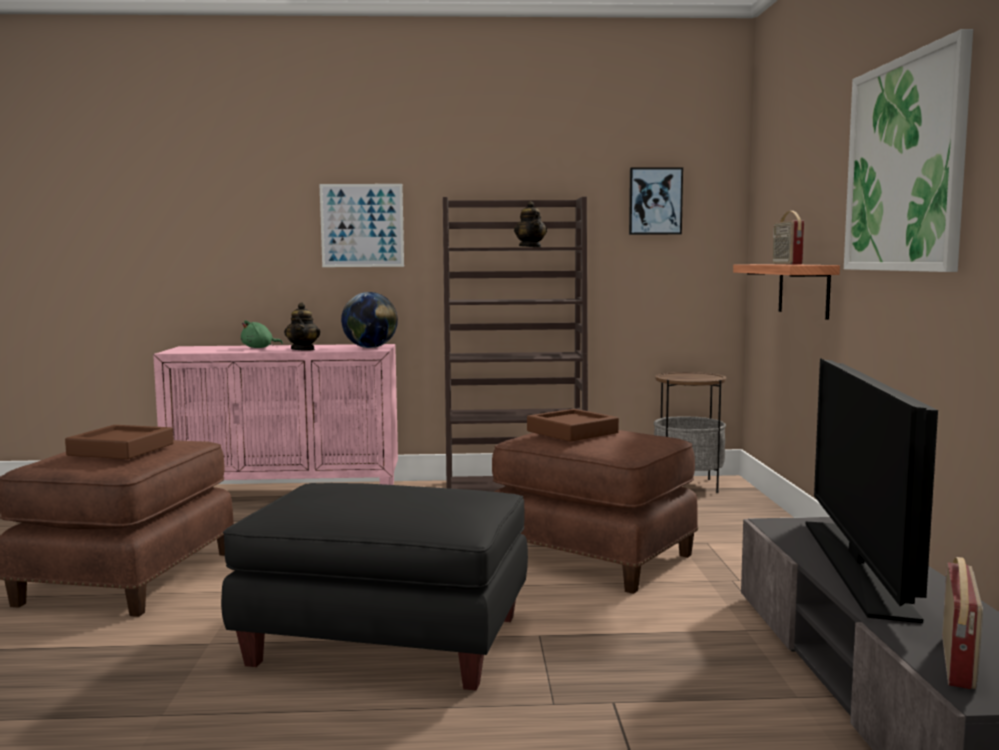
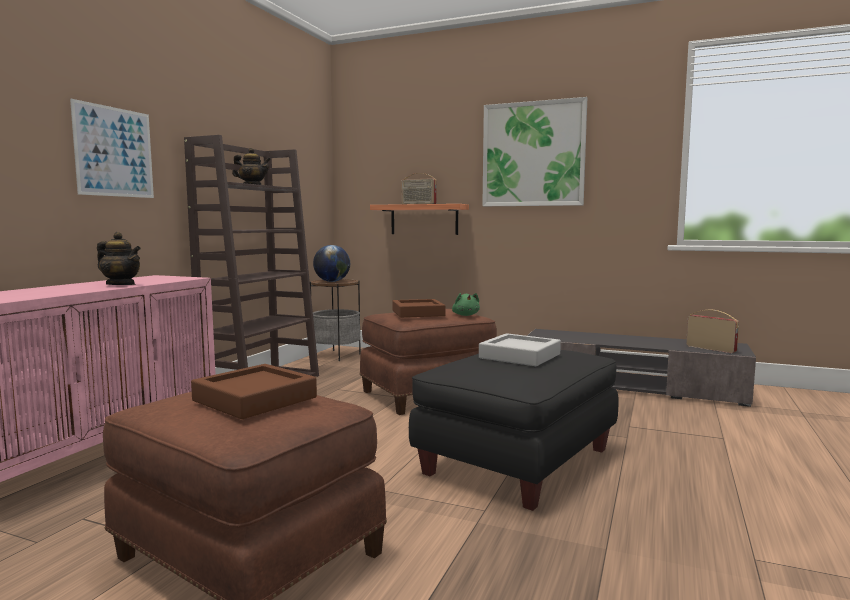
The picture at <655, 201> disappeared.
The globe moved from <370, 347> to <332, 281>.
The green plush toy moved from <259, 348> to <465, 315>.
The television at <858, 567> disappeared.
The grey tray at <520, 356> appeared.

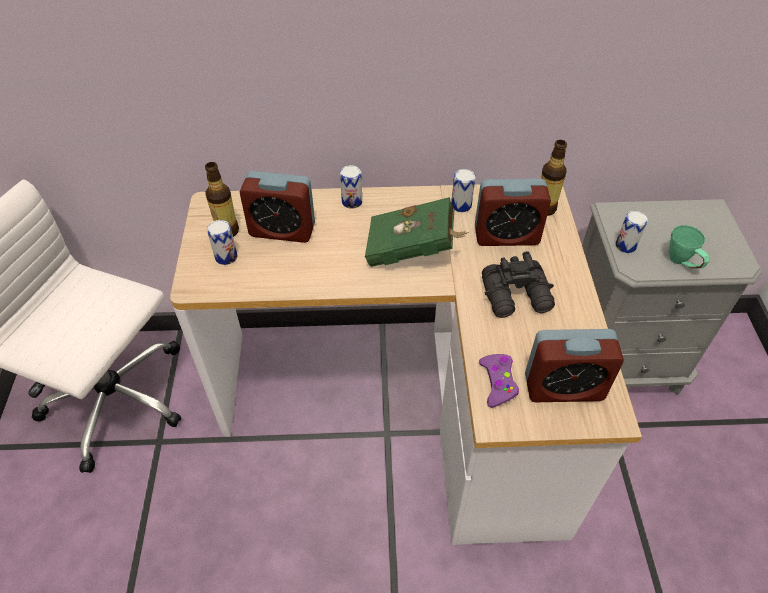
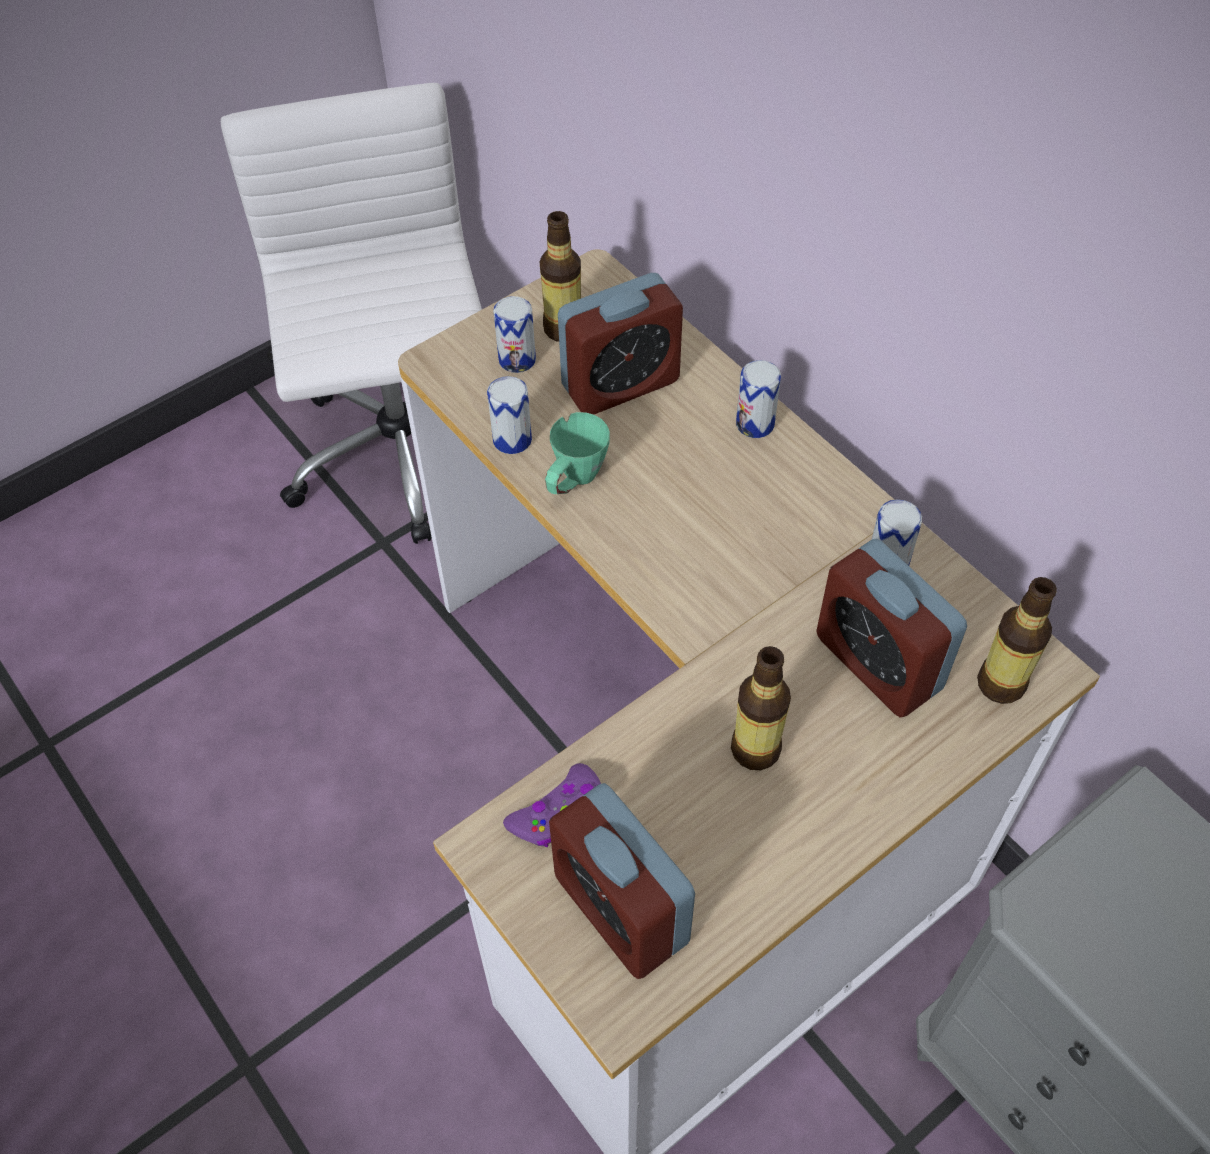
The alarm clock at <282, 230> turned 90 degrees counterclockwise.
The green book at <413, 251> disappeared.
The can moved from <625, 245> to <512, 439>.
The green mug moved from <682, 263> to <574, 483>.
The black binoculars at <517, 297> was replaced by the bottle at <755, 749>.

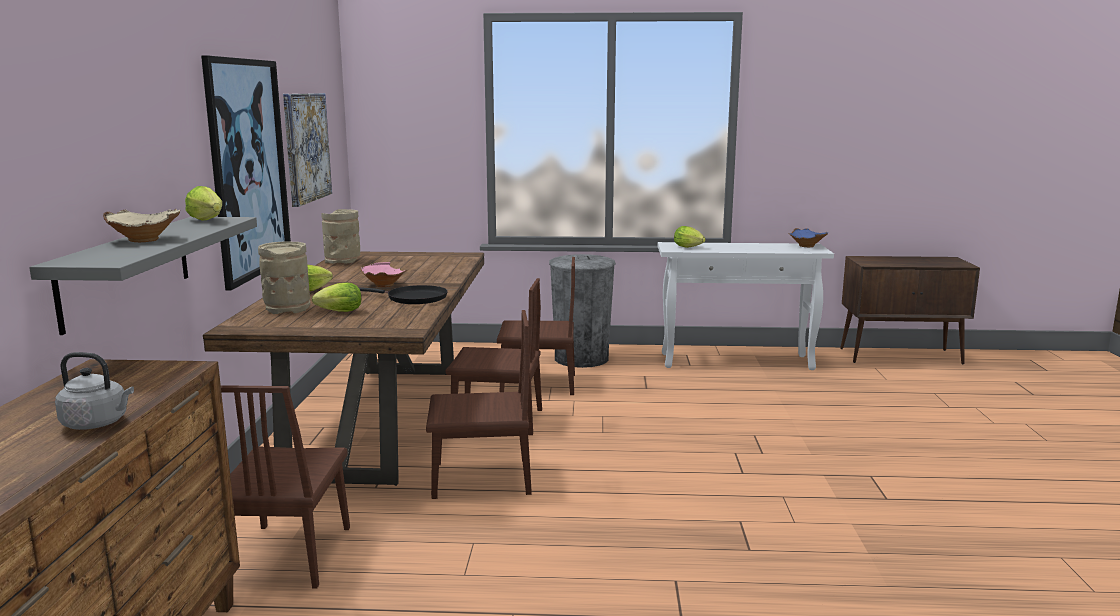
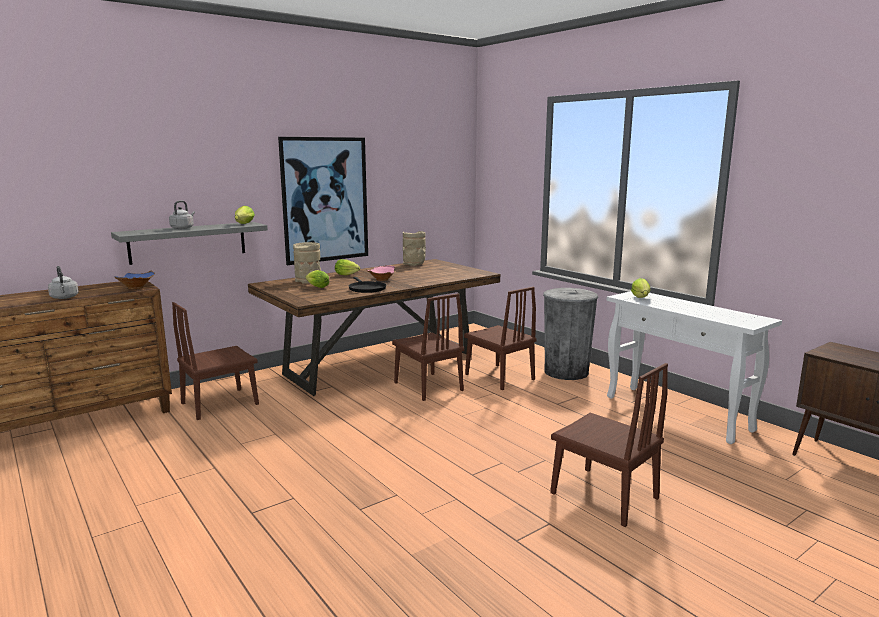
The picture at <306, 147> disappeared.
The beige bowl at <144, 239> was replaced by the grey kettle at <183, 228>.
The blue bowl moved from <807, 246> to <137, 288>.
The brown chair moved from <481, 478> to <603, 495>.

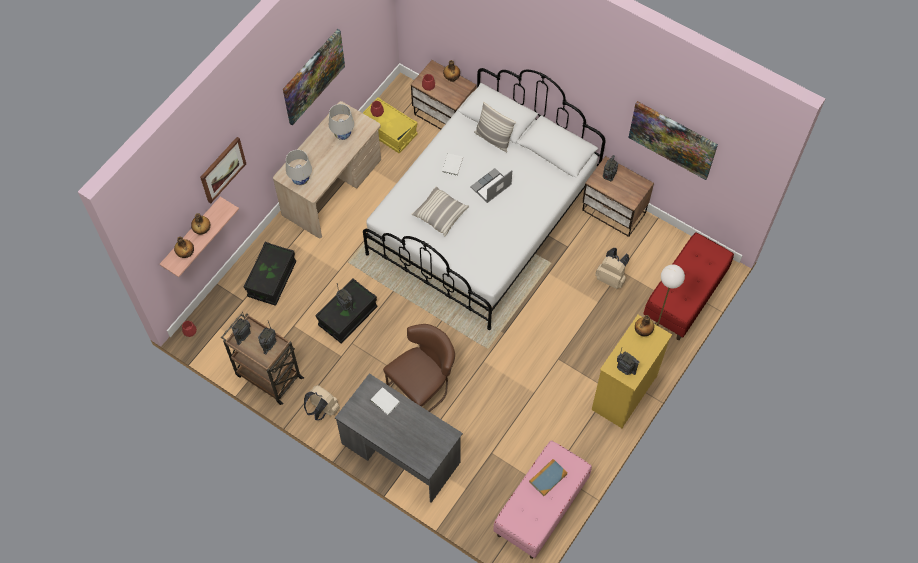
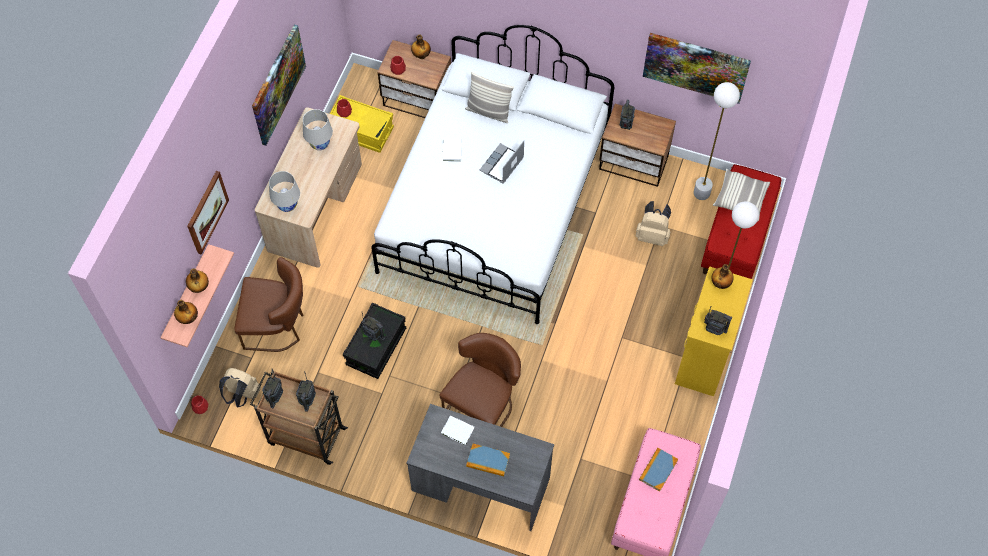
The pillow moved from <440, 214> to <740, 199>.
The black storage box at <272, 279> was replaced by the brown chair at <277, 326>.
The beige backpack moved from <322, 409> to <242, 395>.
The white floor lamp at <701, 193> appeared.
The book at <488, 461> appeared.

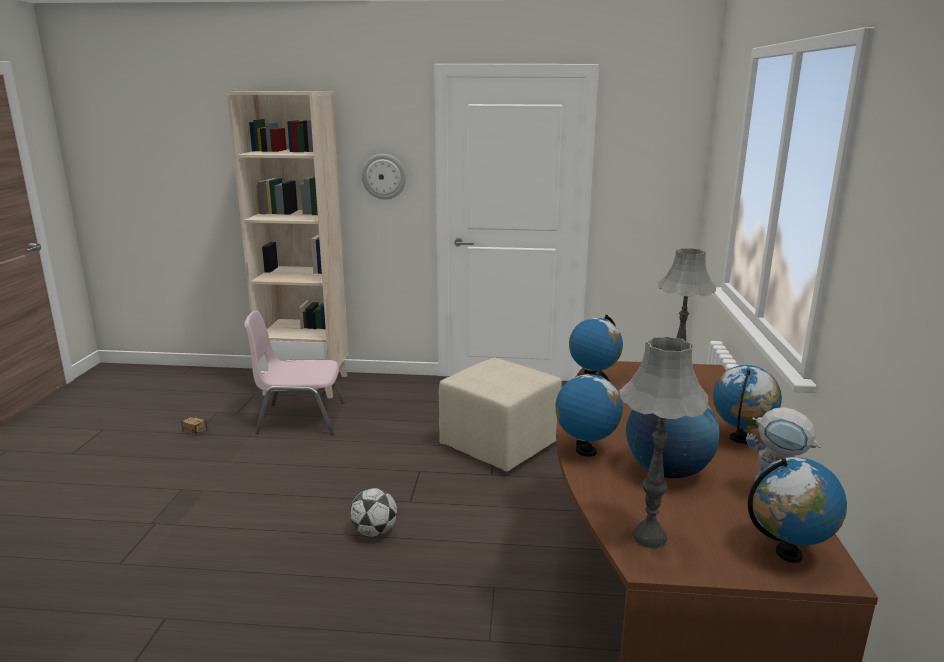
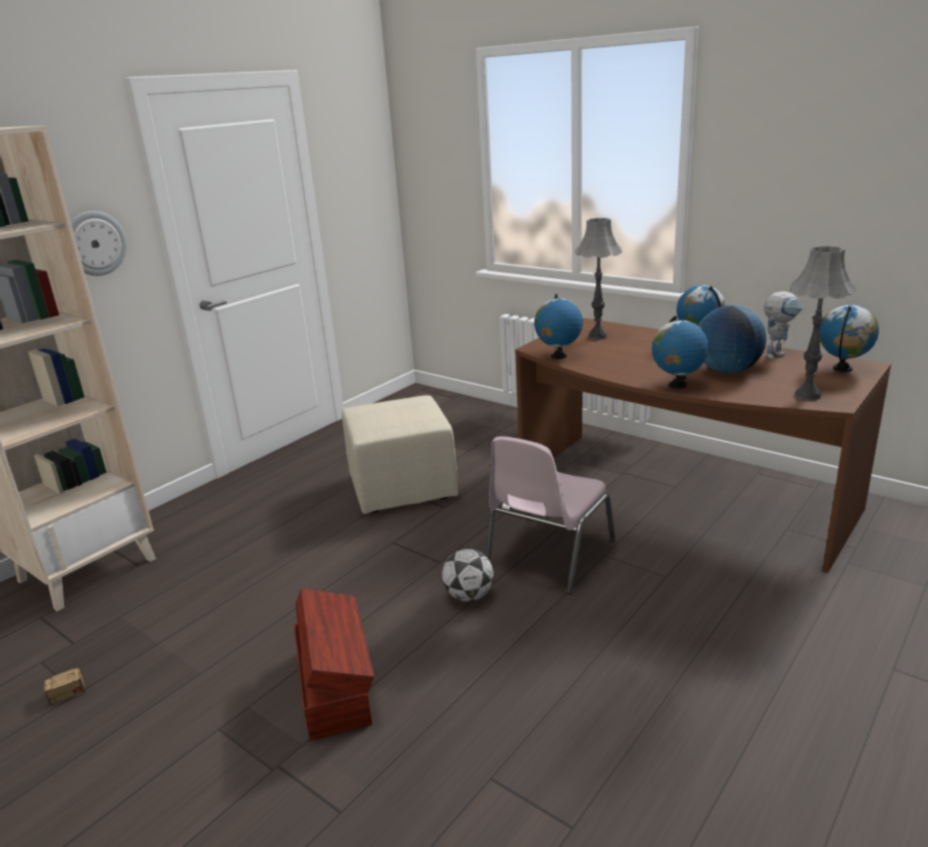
The pink chair moved from <300, 418> to <547, 555>.
The brown storage box at <335, 685> appeared.

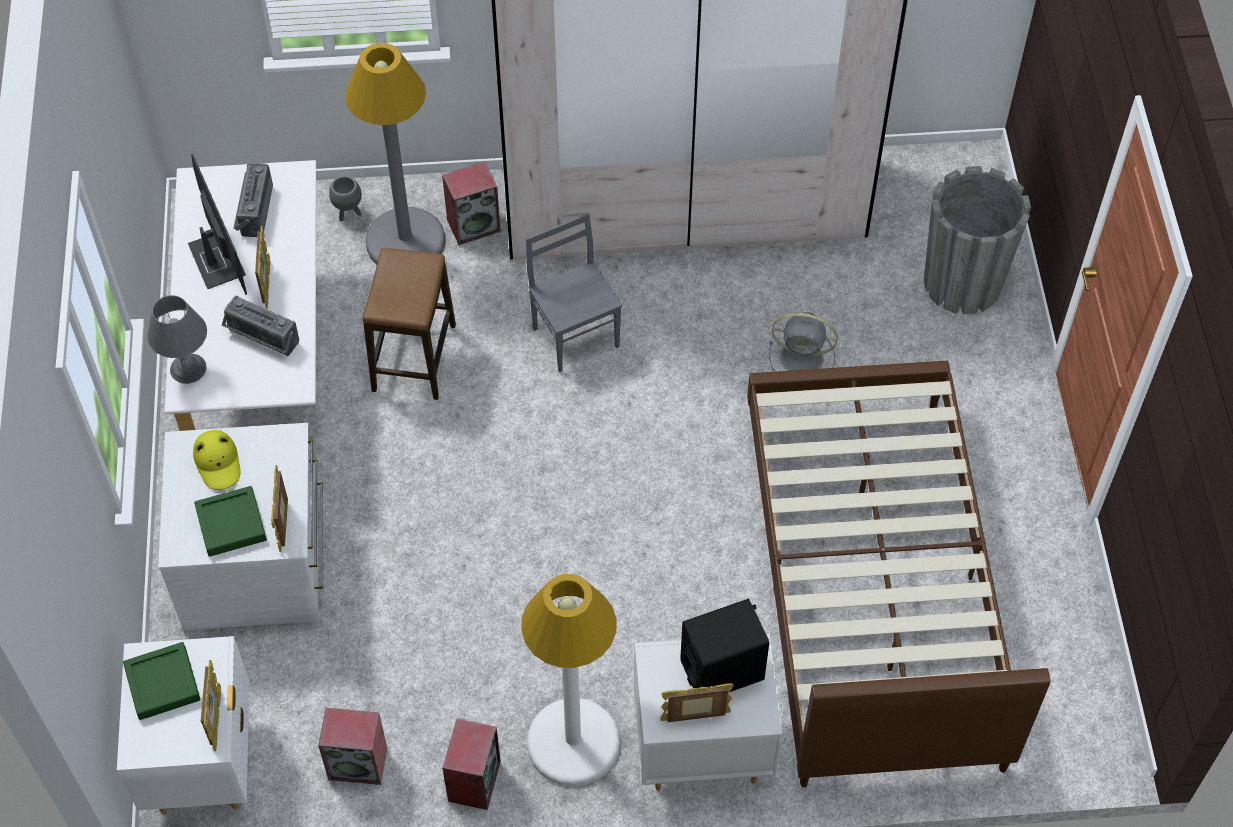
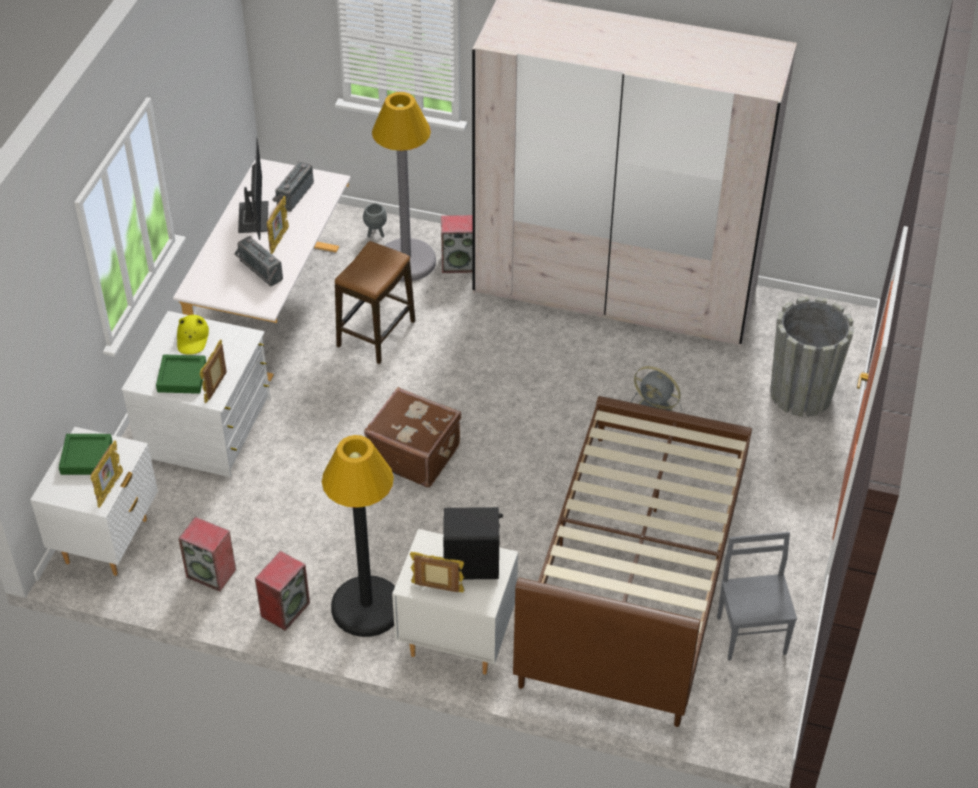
The grey chair moved from <576, 336> to <752, 634>.
The grey table lamp at <188, 368> disappeared.
The white floor lamp at <573, 743> became the black floor lamp at <366, 607>.
The brown suitcase at <414, 453> appeared.

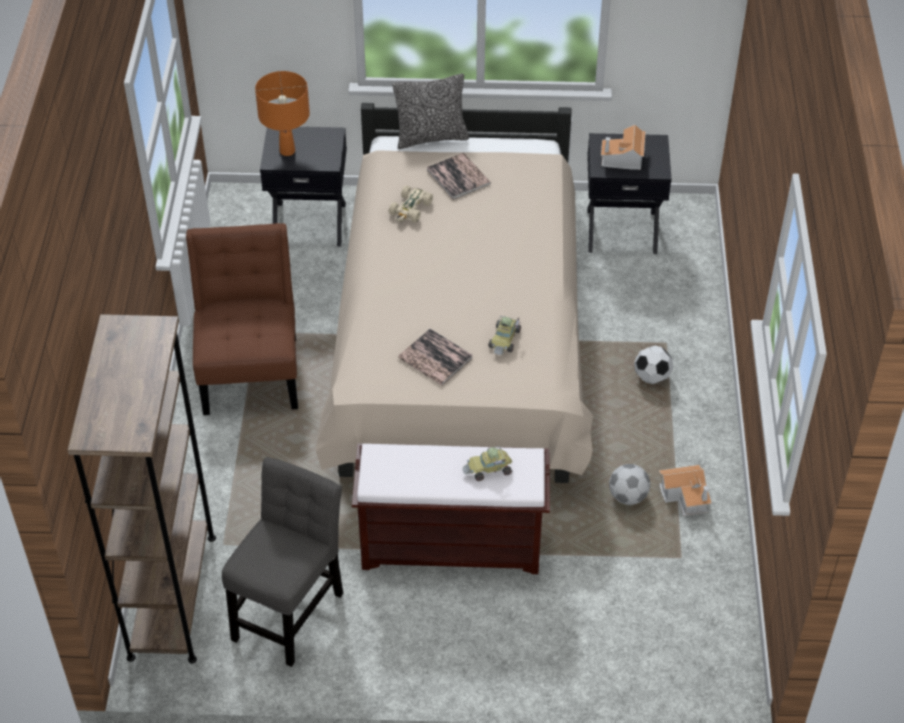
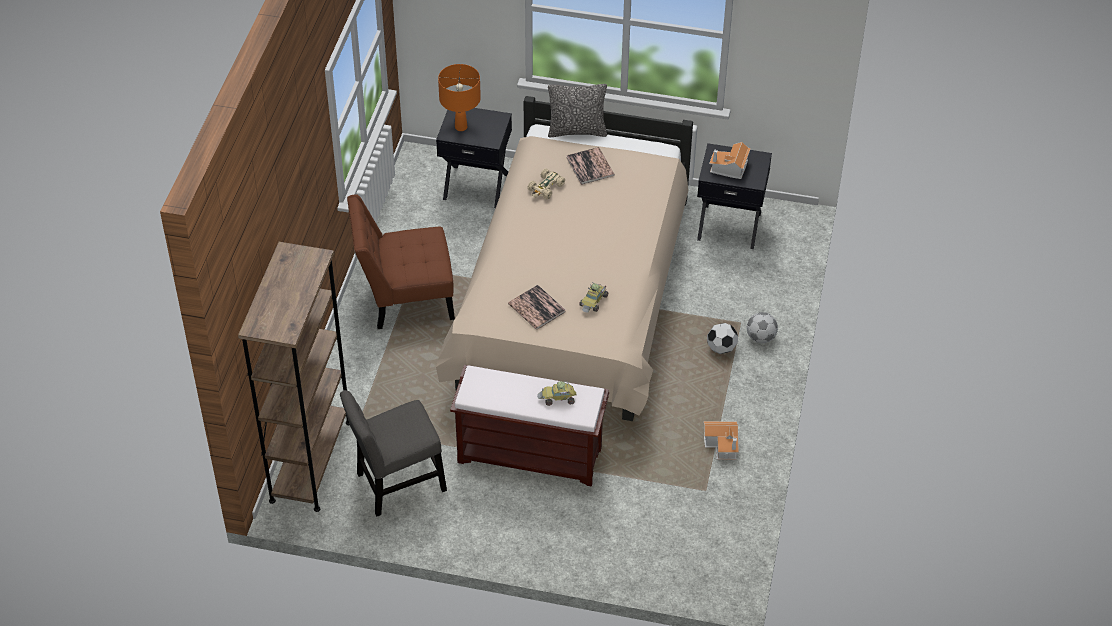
The brown chair at <251, 369> turned 105 degrees counterclockwise.
The grey chair at <290, 610> turned 150 degrees counterclockwise.
The football moved from <628, 496> to <761, 338>.

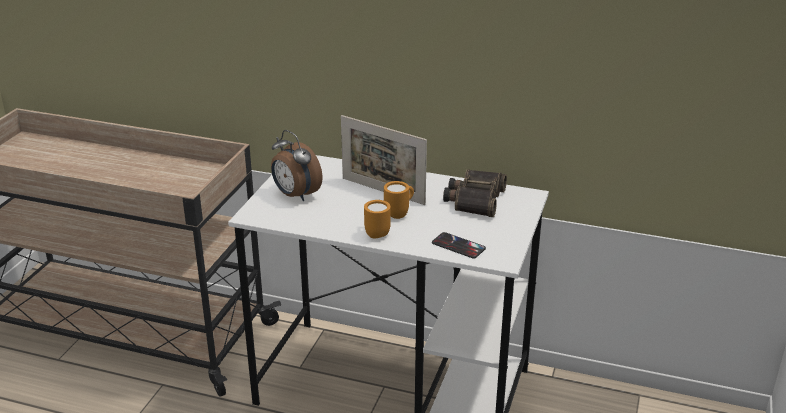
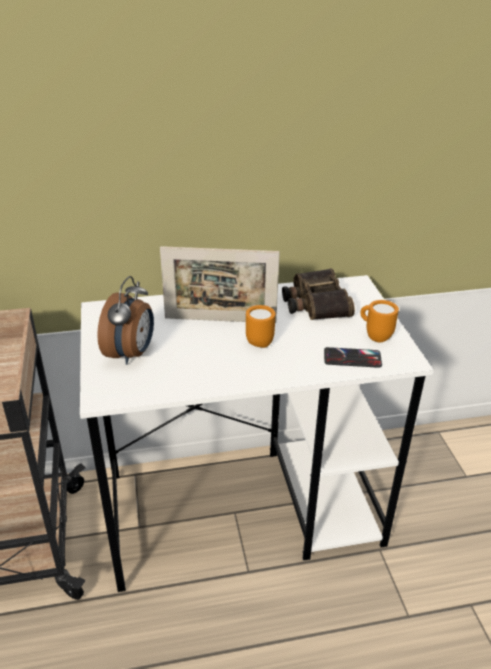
The alarm clock at <295, 195> turned 90 degrees counterclockwise.
The orange mug moved from <375, 233> to <374, 336>.

